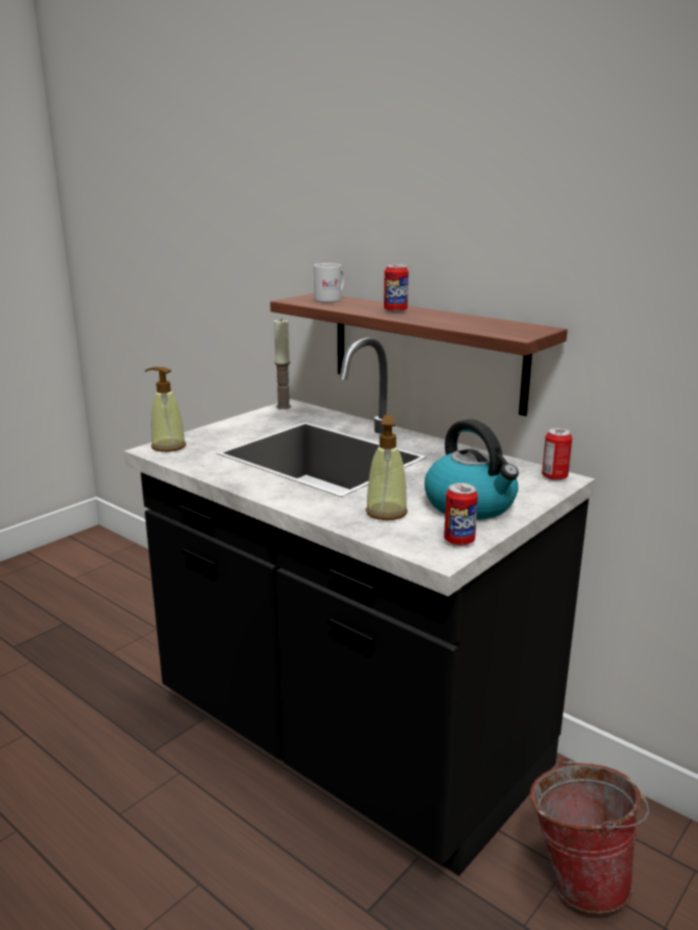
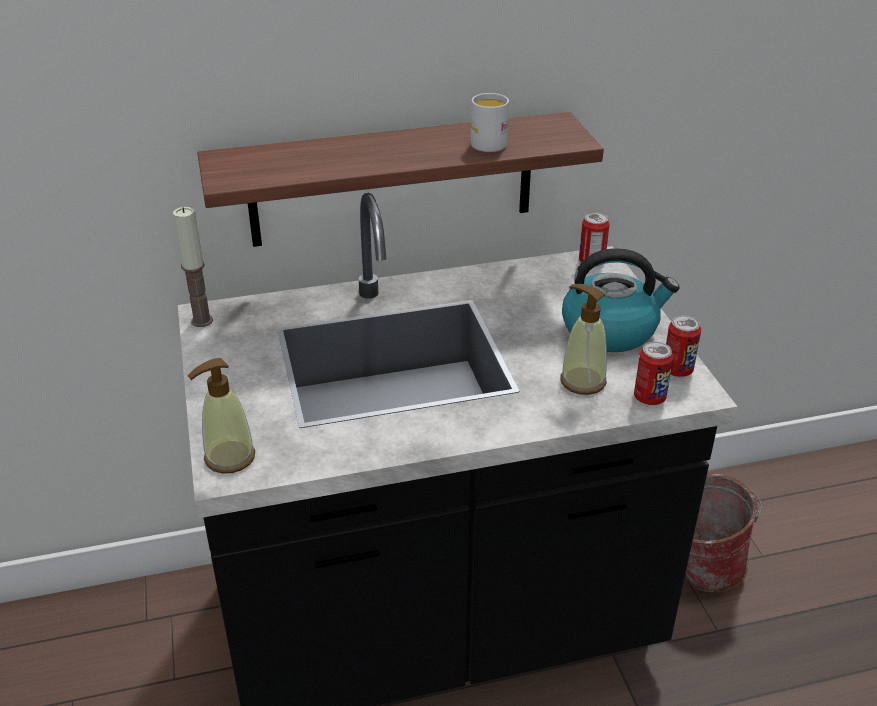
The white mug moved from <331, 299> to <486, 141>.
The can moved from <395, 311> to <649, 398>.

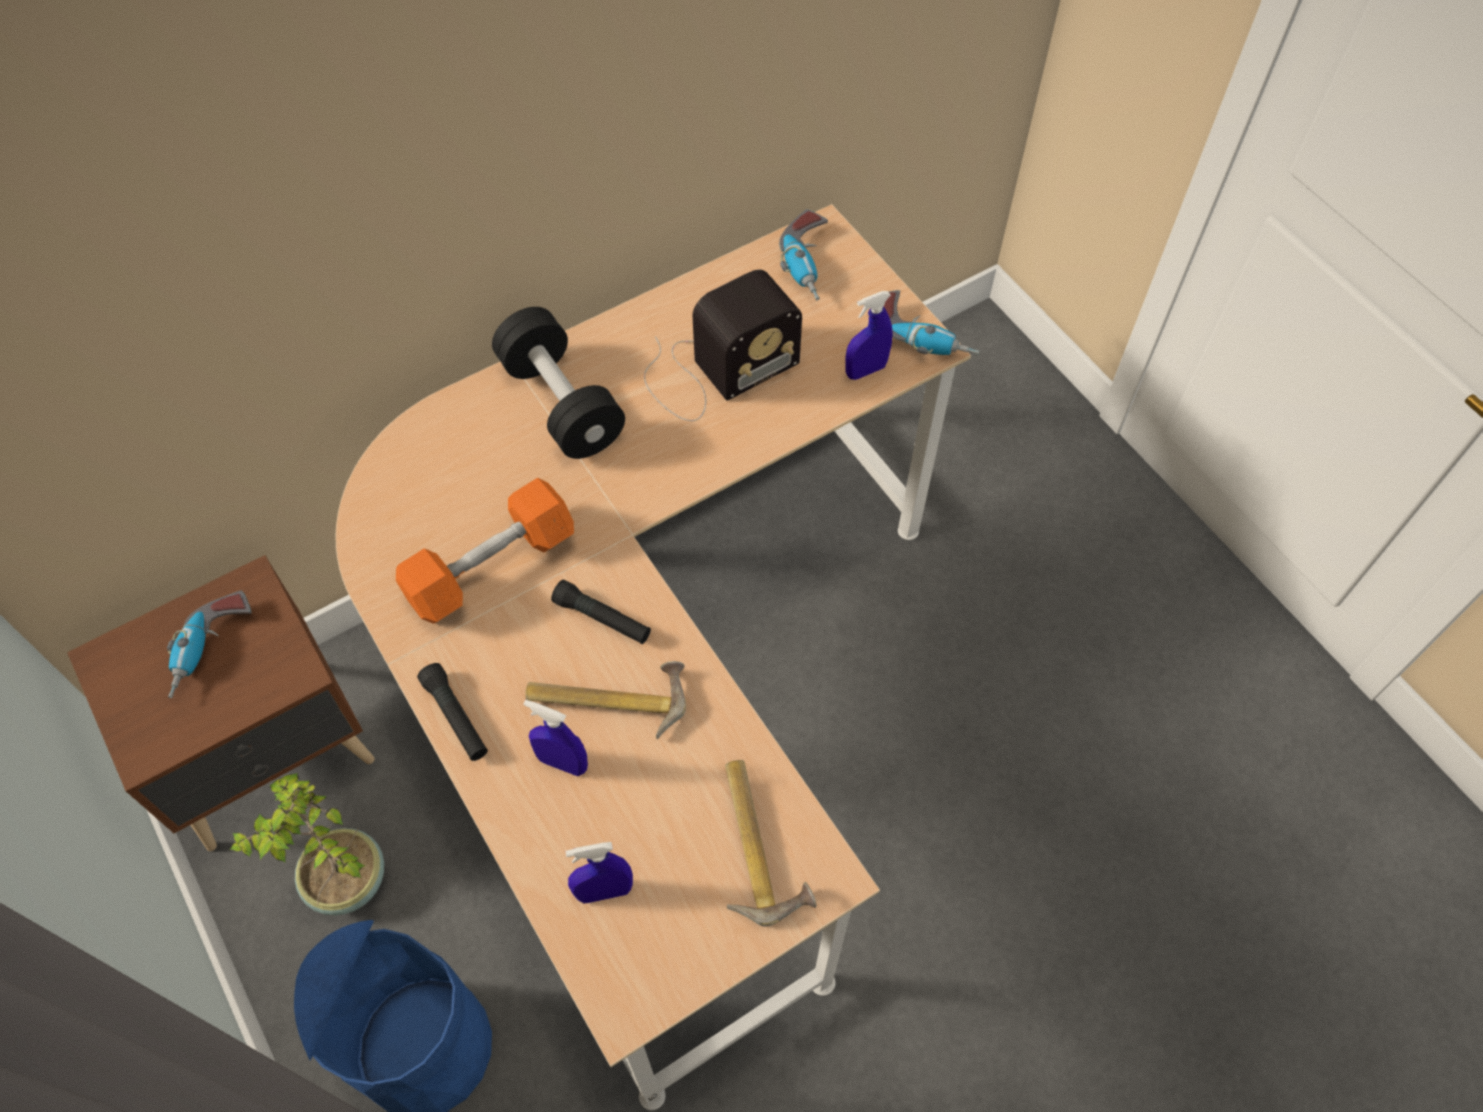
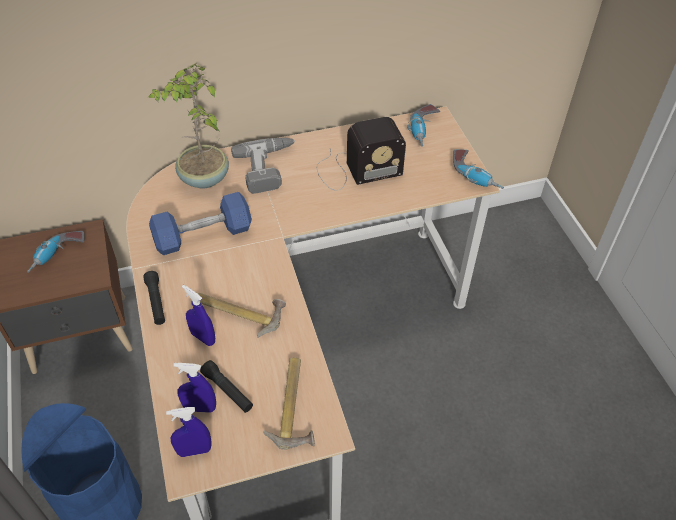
The blue spray bottle moved from <865, 370> to <194, 451>.
The black dumbbell at <561, 403> was replaced by the power drill at <269, 168>.
The orange dumbbell at <491, 567> became the blue dumbbell at <203, 235>.
The black flashlight moved from <602, 619> to <228, 391>.
The potted plant moved from <346, 882> to <203, 179>.

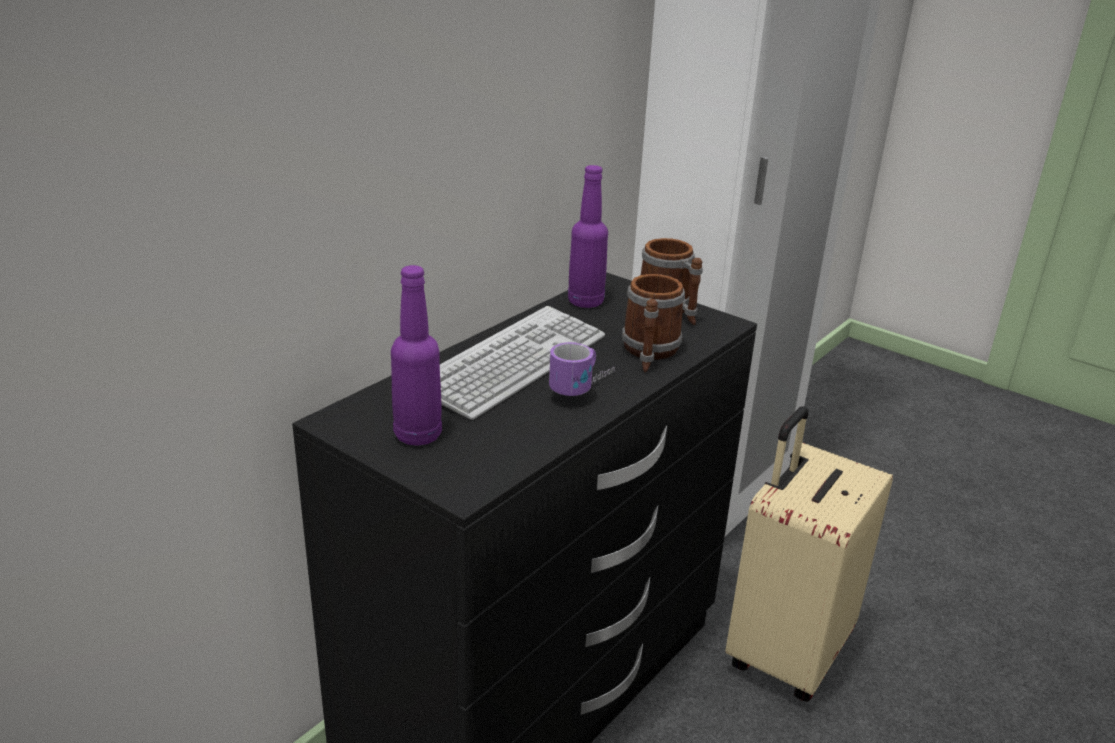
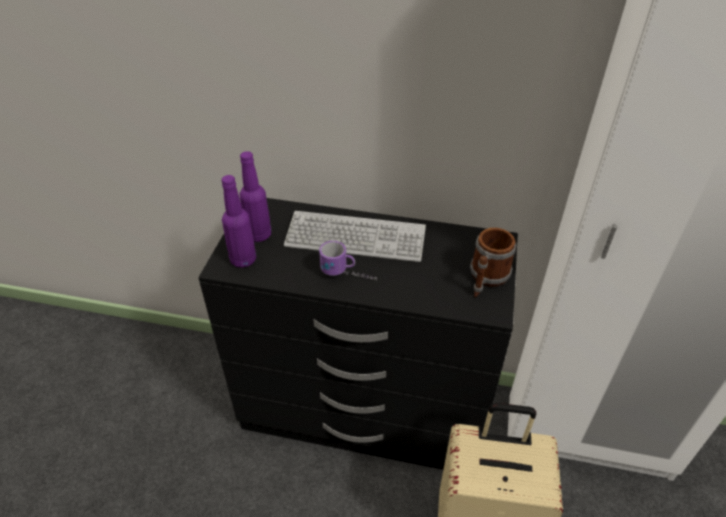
The purple bottle moved from <585, 302> to <243, 259>.
The mug at <649, 353> disappeared.

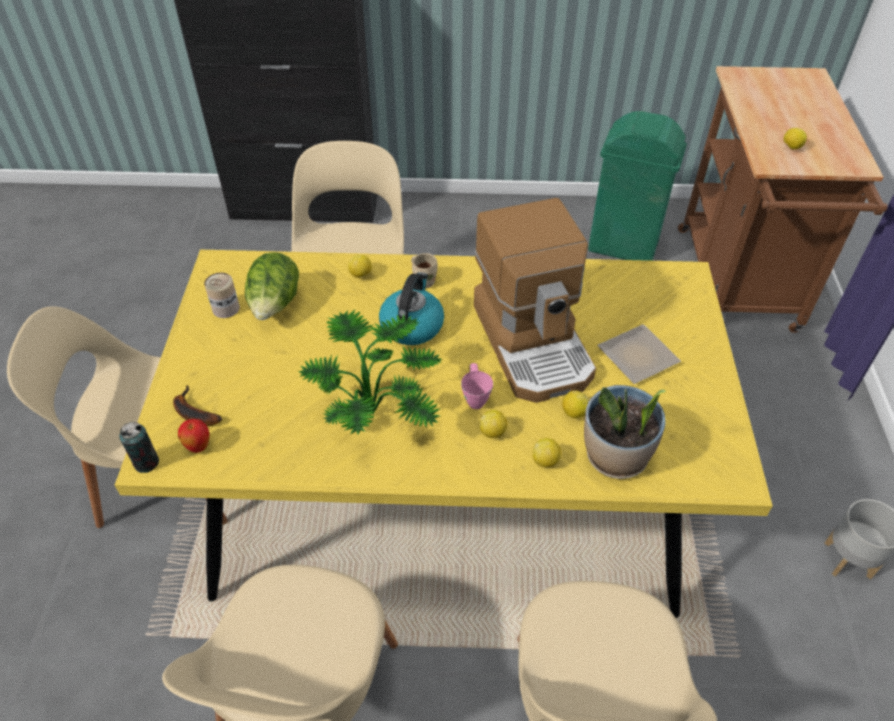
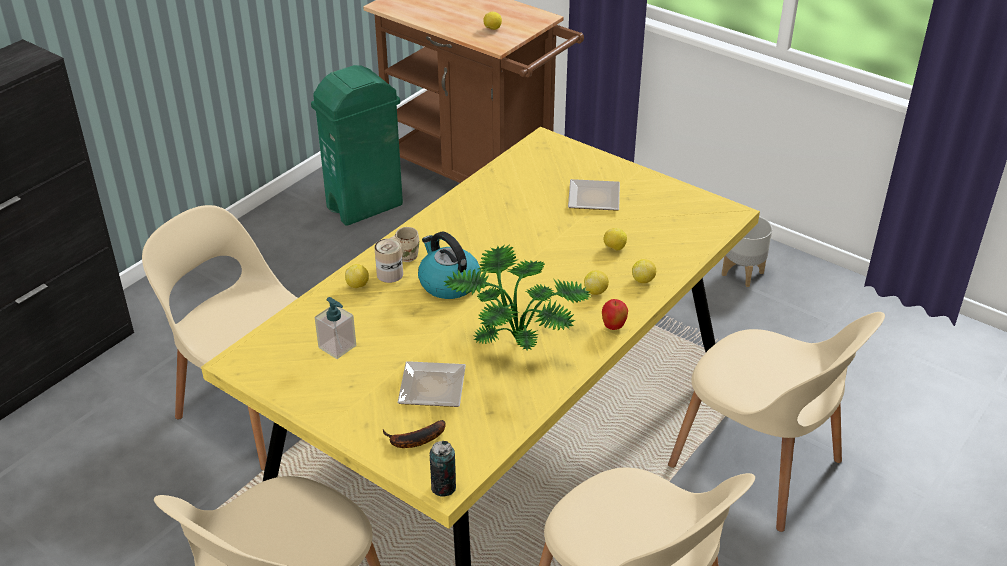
The coffee machine at <534, 342> disappeared.
The lettuce at <275, 305> was replaced by the soap dispenser at <337, 347>.
The can moved from <226, 308> to <390, 274>.
The pink mug at <475, 397> disappeared.
The potted plant at <615, 457> disappeared.
The apple moved from <198, 447> to <613, 327>.
The plate at <429, 389> appeared.

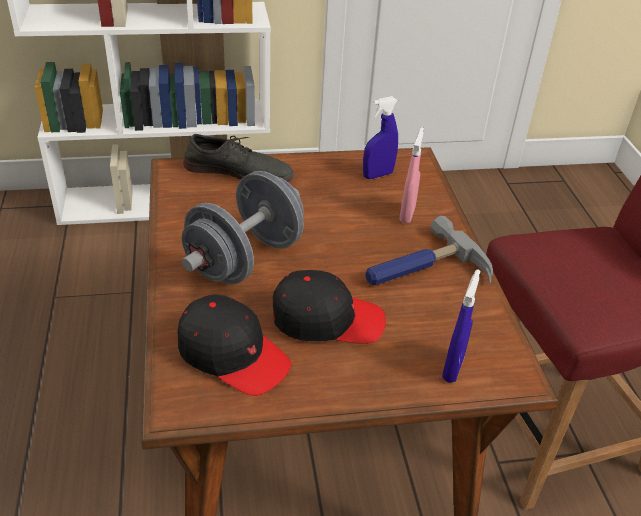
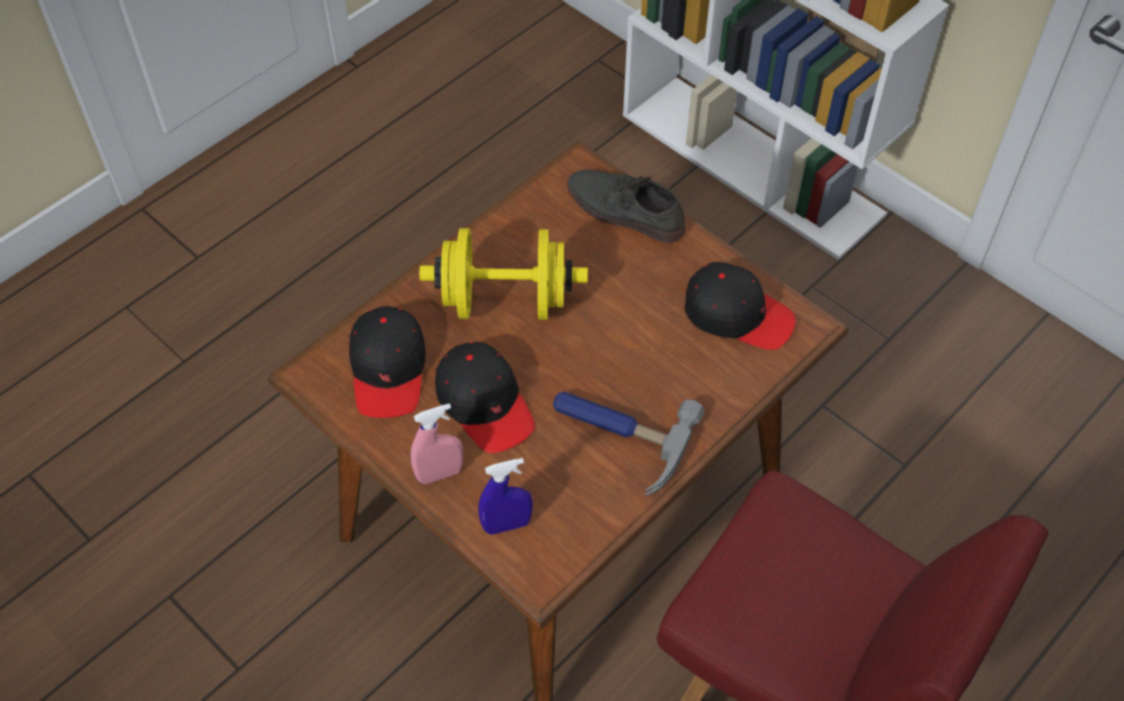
The blue spray bottle at <377, 175> was replaced by the black cap at <737, 314>.
The pink spray bottle moved from <407, 214> to <439, 474>.
The grey shoe at <238, 171> turned 150 degrees clockwise.
The grey dumbbell at <245, 259> became the yellow dumbbell at <505, 301>.

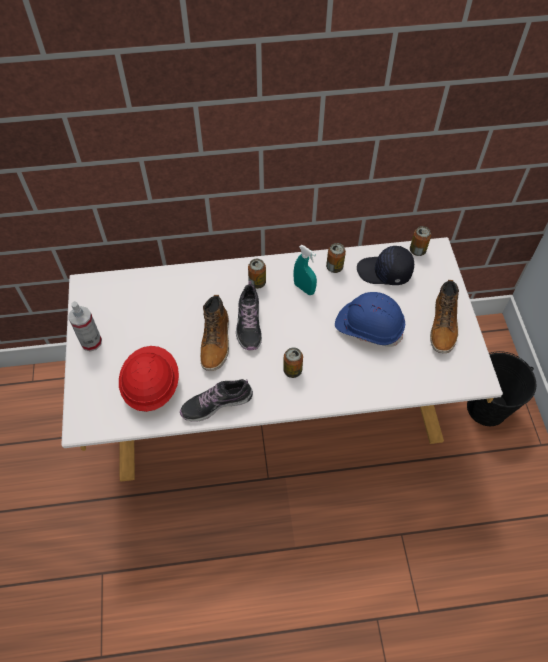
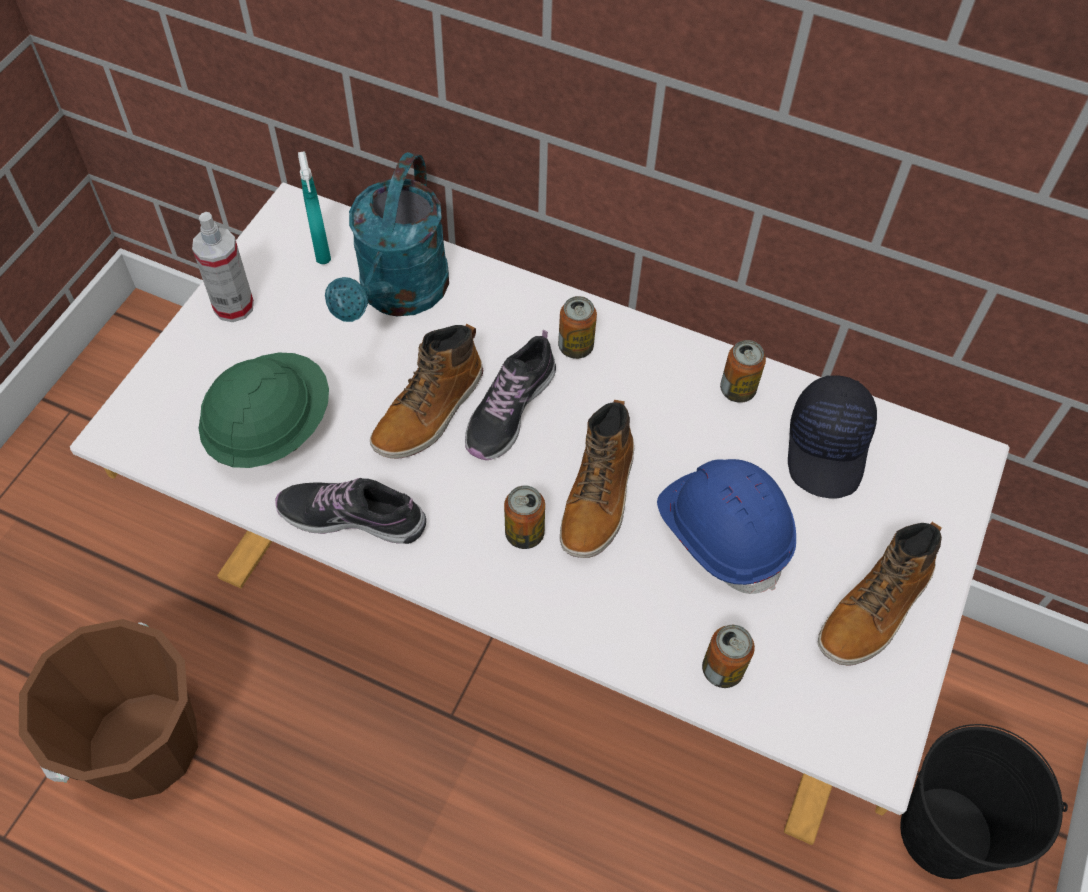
The can moved from <417, 250> to <722, 670>.
The turquoise spray bottle moved from <304, 288> to <321, 249>.
The black cap at <384, 272> turned 120 degrees counterclockwise.
The red hard hat at <151, 386> became the green hard hat at <270, 429>.
The turquoise watering can at <398, 295> appeared.
The boot at <598, 497> appeared.
The brown bucket at <144, 745> appeared.

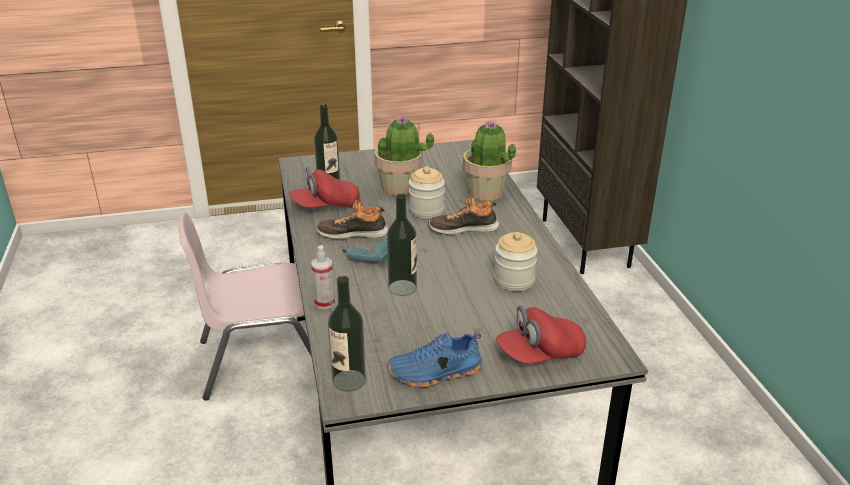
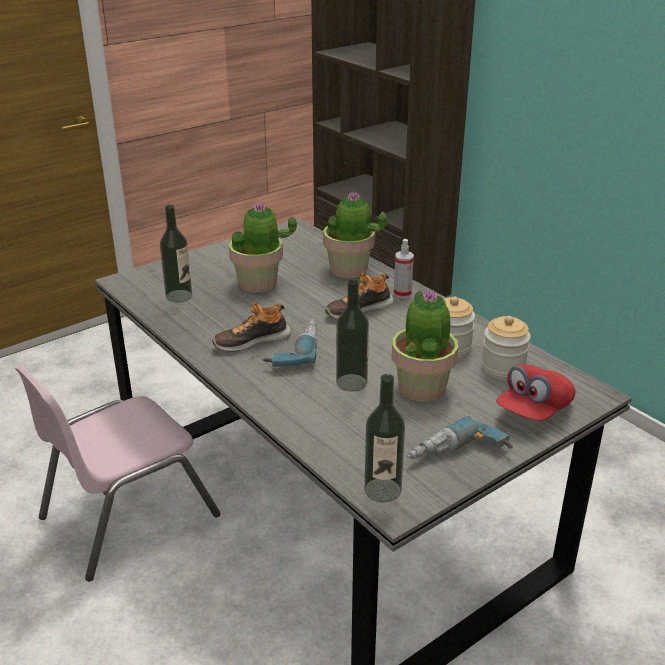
The red cap at <325, 206> disappeared.
The jar moved from <426, 210> to <503, 368>.
The spray bottle moved from <324, 302> to <402, 293>.
The blue shoe at <435, 373> was replaced by the power drill at <458, 457>.
The potted plant at <422, 387> appeared.

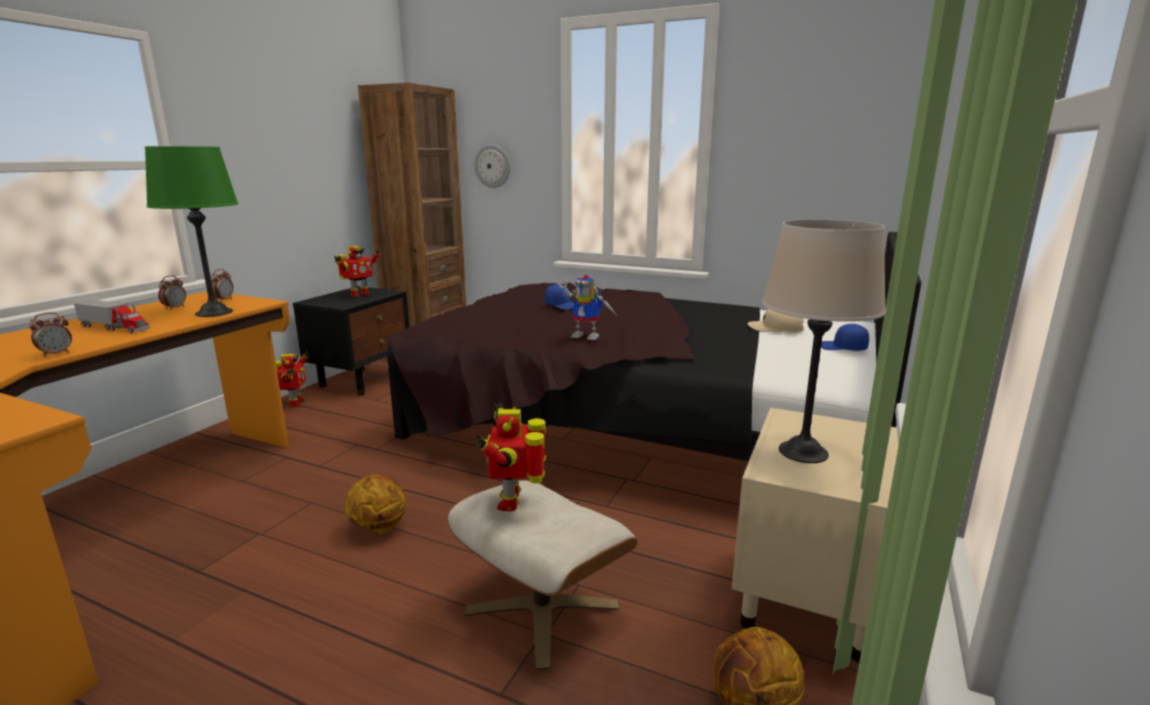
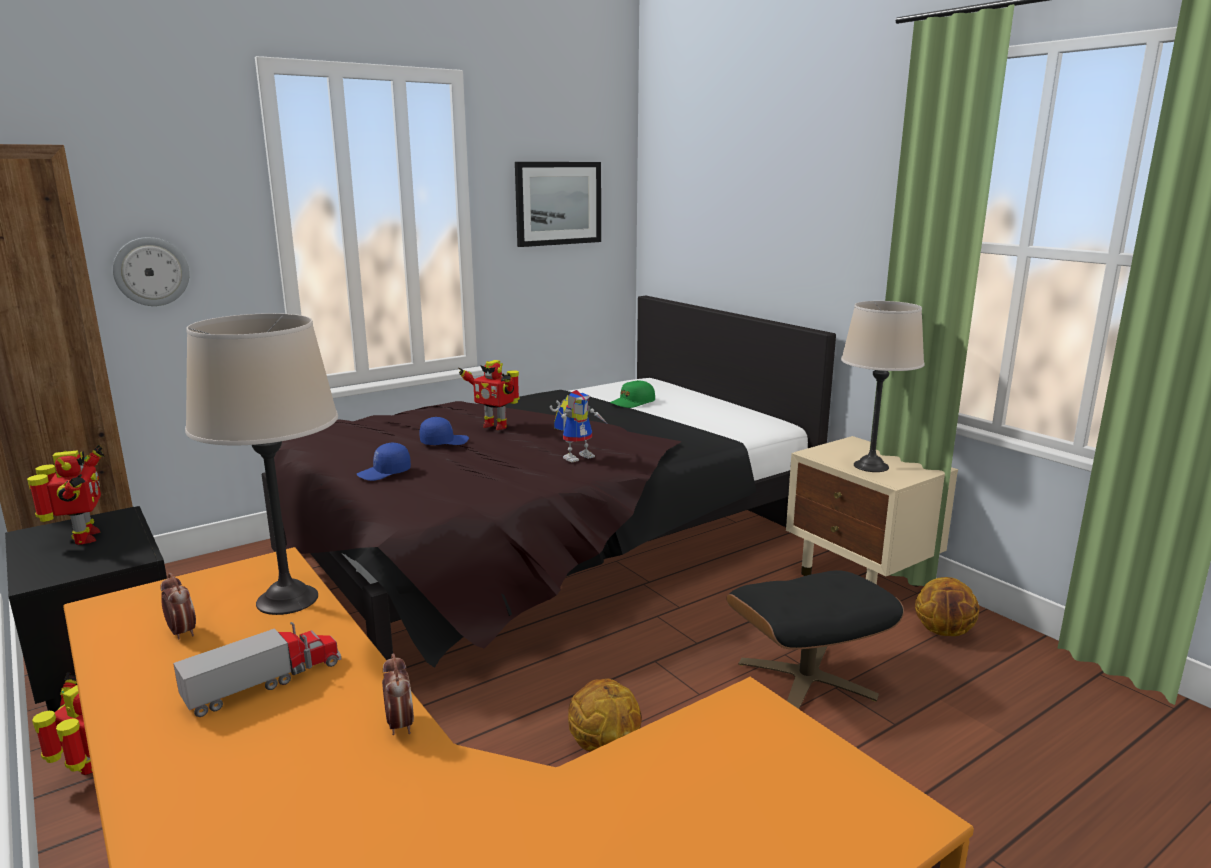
The green table lamp at <213, 312> became the beige table lamp at <287, 600>.
The alarm clock at <224, 300> disappeared.
The beige cap at <775, 329> became the green cap at <633, 402>.
The blue cap moved from <842, 348> to <385, 473>.
The toy robot moved from <512, 500> to <495, 426>.
The beige ottoman at <541, 609> became the black ottoman at <806, 680>.
The picture at <558, 203> appeared.

